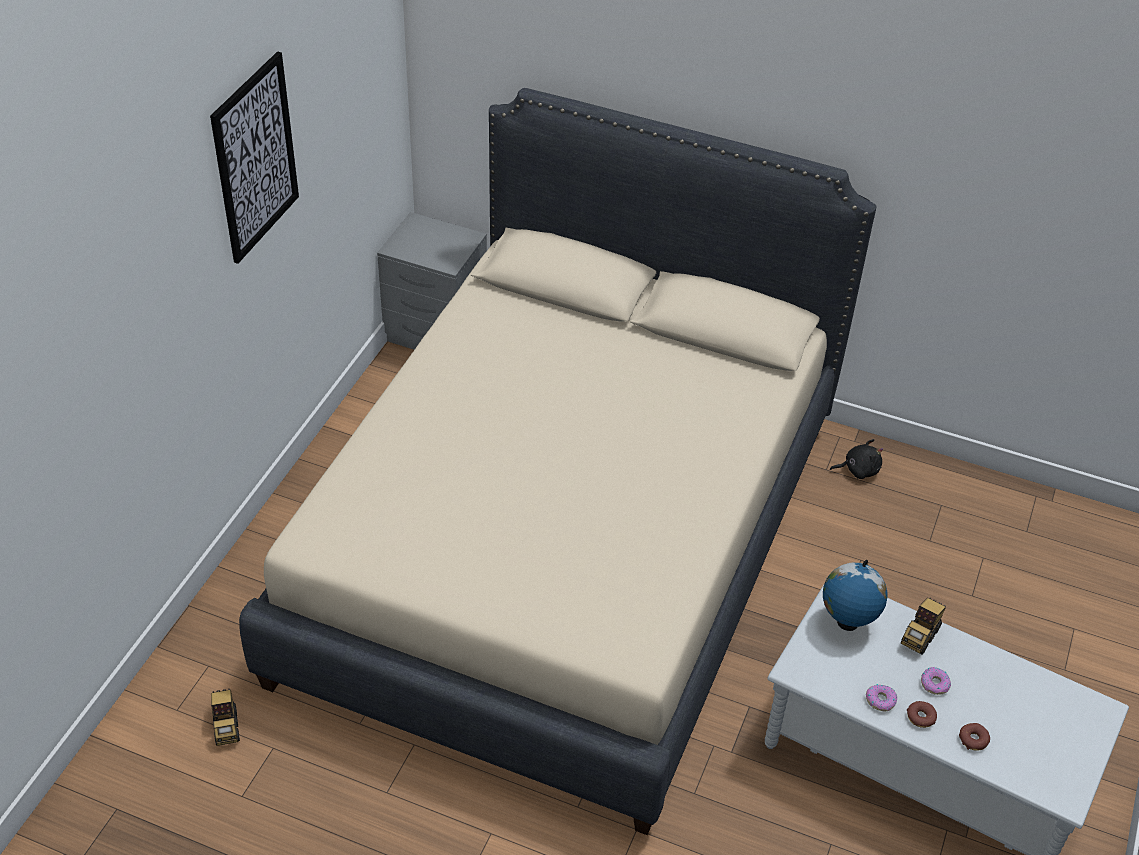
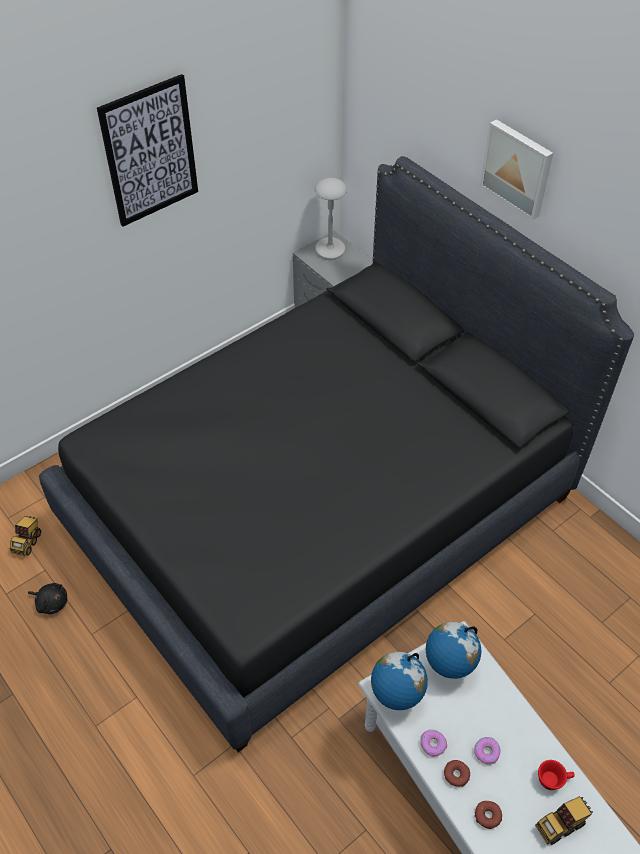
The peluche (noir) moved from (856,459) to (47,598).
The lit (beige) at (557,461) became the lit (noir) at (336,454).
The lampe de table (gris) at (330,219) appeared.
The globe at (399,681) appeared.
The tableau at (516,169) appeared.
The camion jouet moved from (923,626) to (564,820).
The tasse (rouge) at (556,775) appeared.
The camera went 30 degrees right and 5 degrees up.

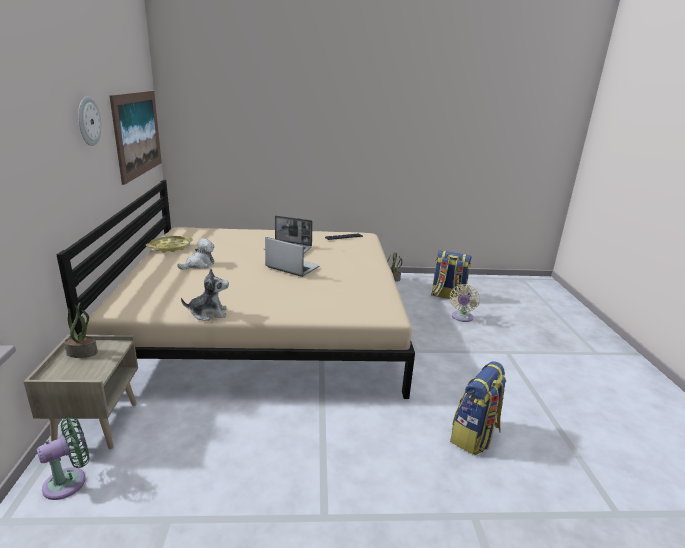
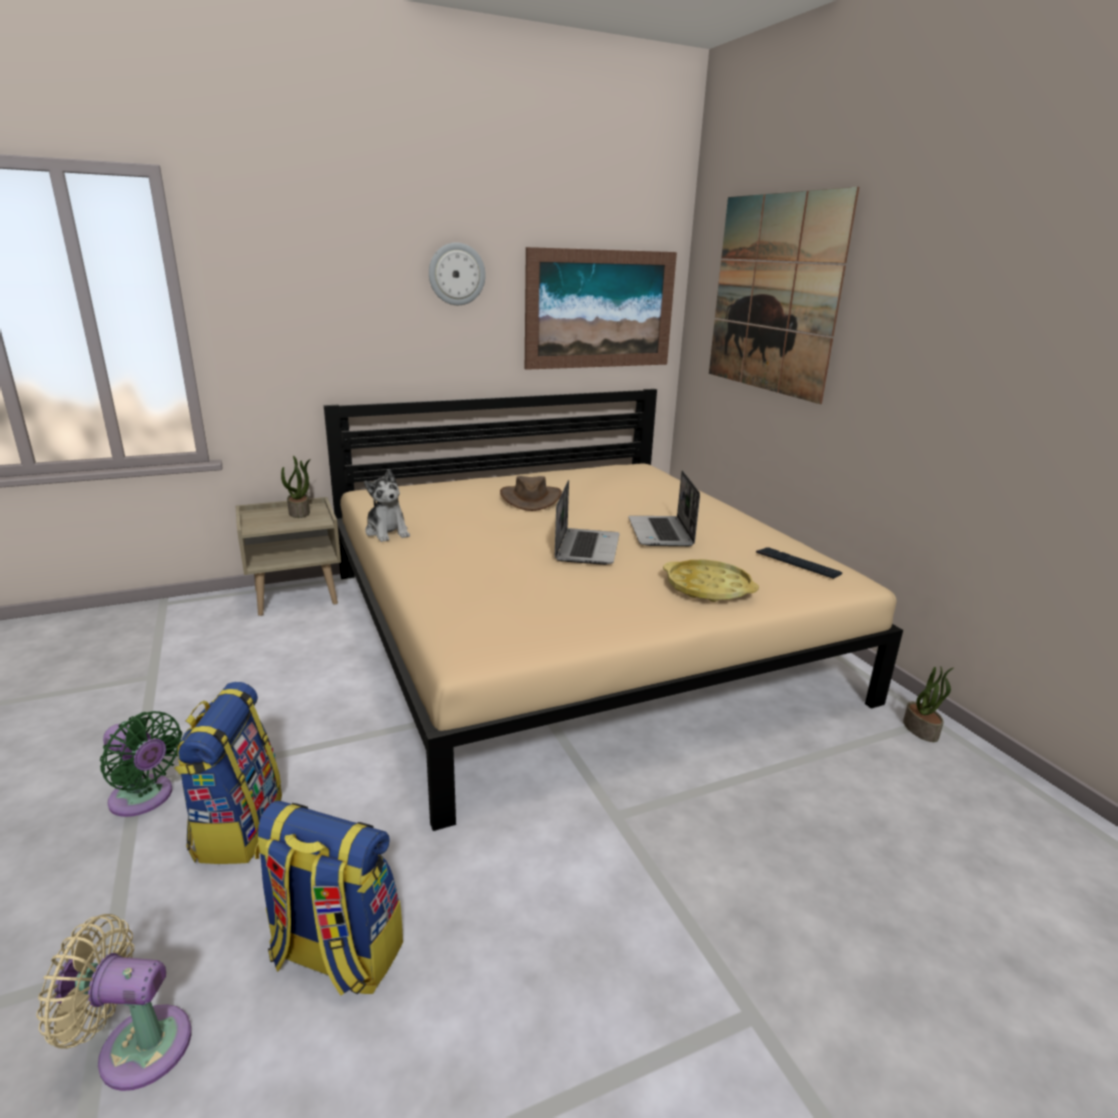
The ventilateur (beige) moved from (465,303) to (113,1002).
The ventilateur (vert) moved from (63,458) to (141,764).
The sac à dos moved from (451,274) to (228,773).
The peluche at (196,254) was replaced by the chapeau (marron) at (531,493).
The plateau (jaune) moved from (169,244) to (711,581).
The tableau at (784,295) appeared.
The camera went 70 degrees right and 0 degrees up.

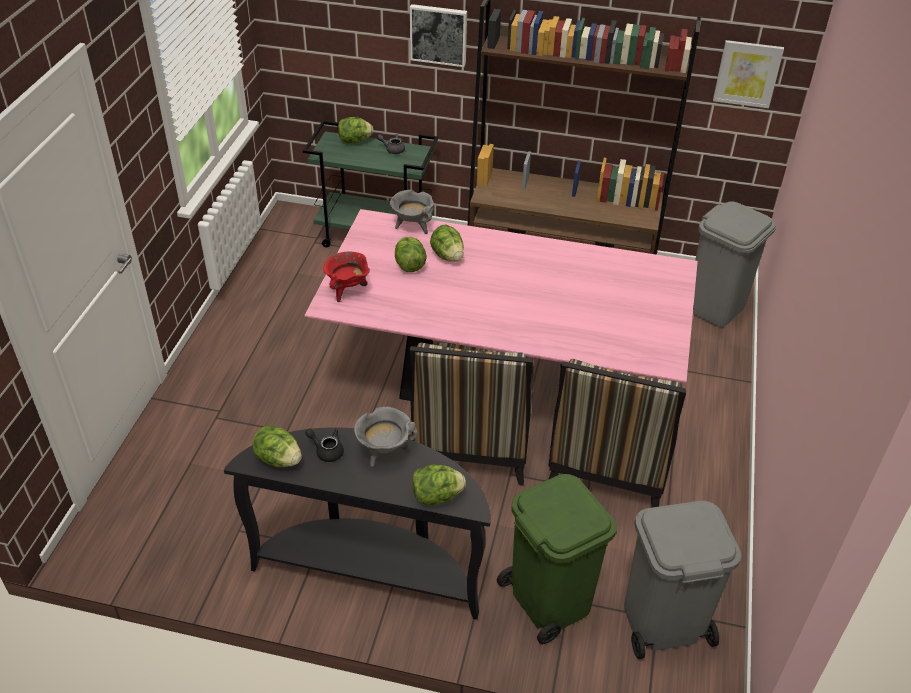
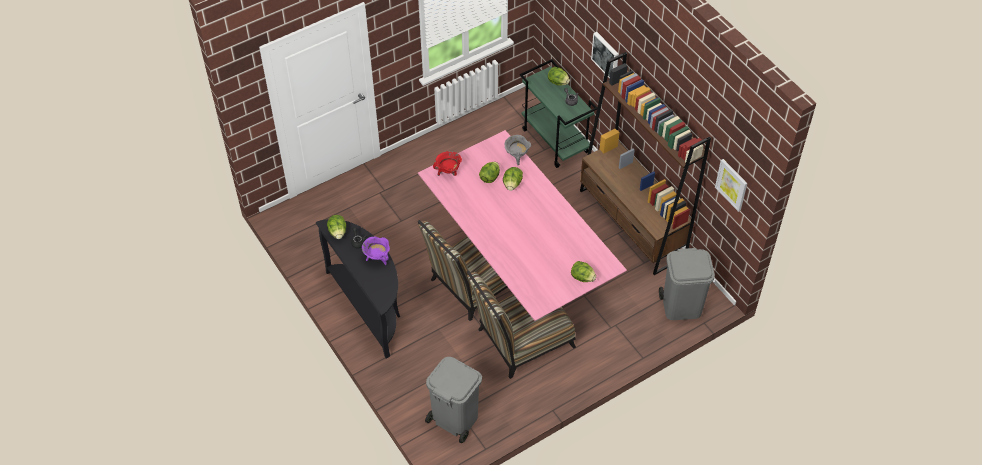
The marmite (gris) at (385,437) became the marmite (violet) at (376,251).
The laitue moved from (439,485) to (583,271).
The poubelle (vert) at (557,559) disappeared.
The camera went 45 degrees right and 10 degrees up.

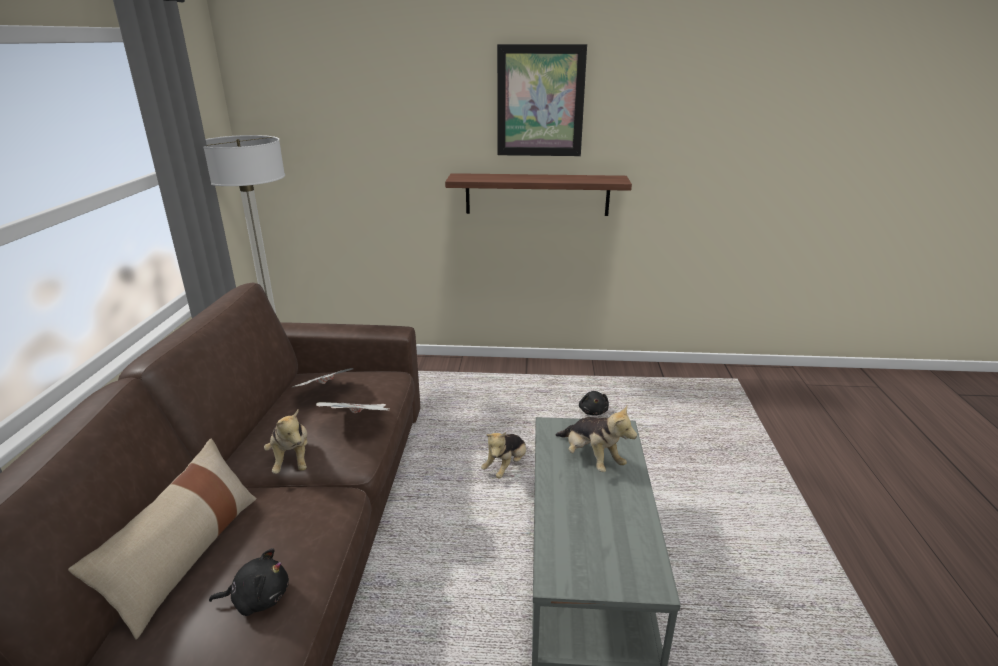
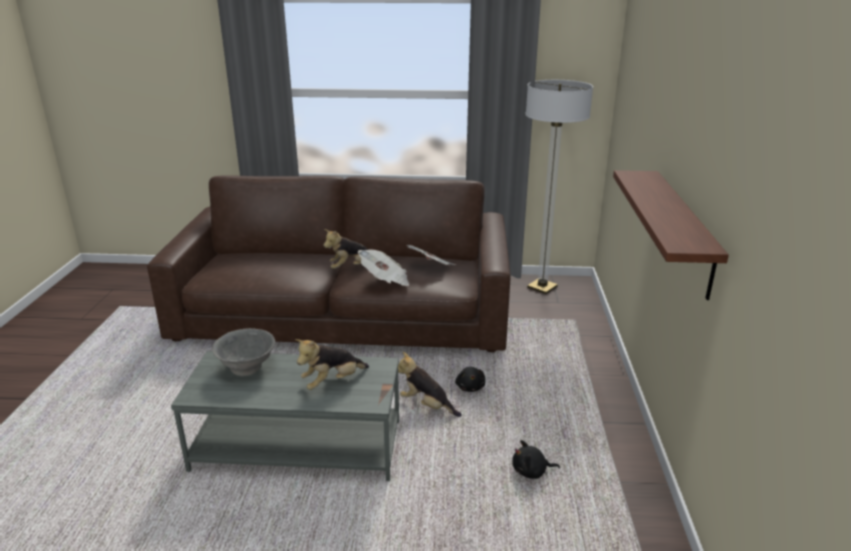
The bol (gris) at (243,352) appeared.
The peluche (noir) moved from (249,582) to (470,379).
The coussin (beige) at (162,539) disappeared.
The tableau at (542,100) disappeared.
The camera went 90 degrees right and 0 degrees up.

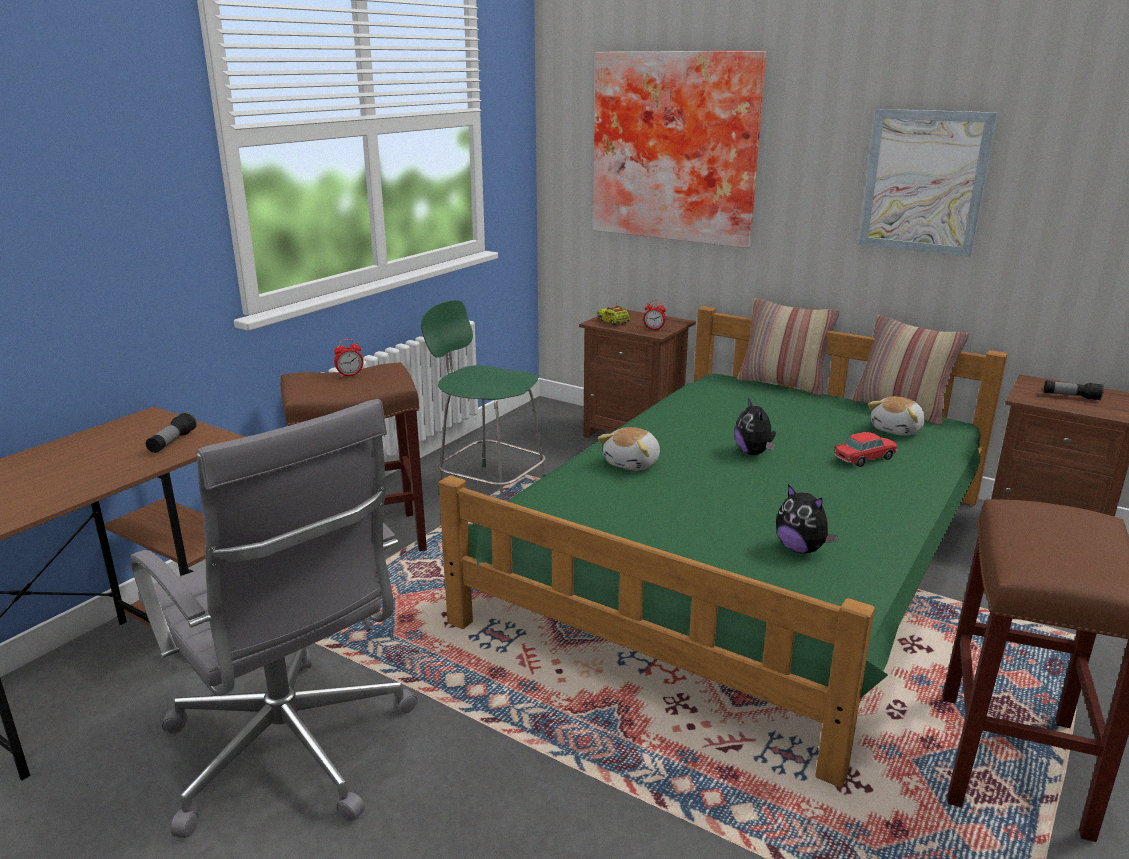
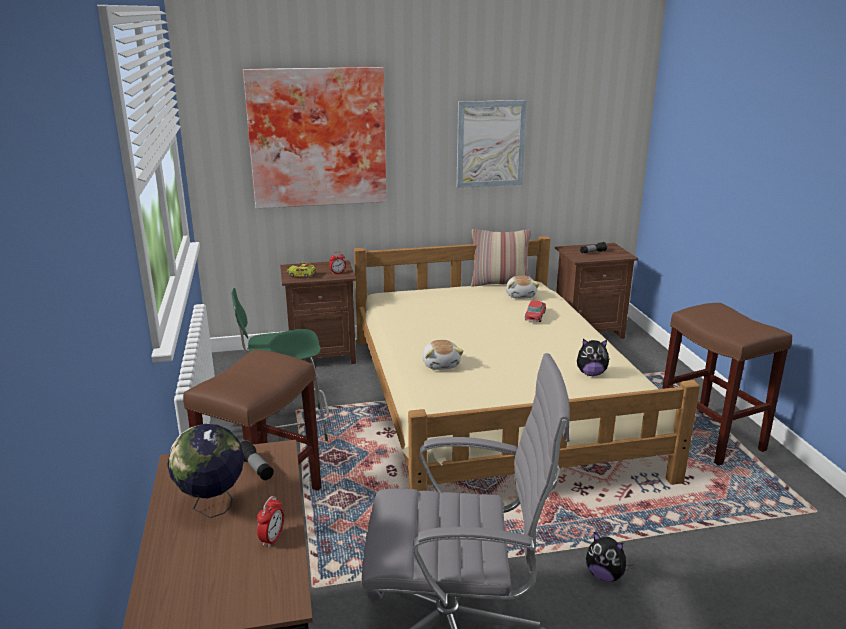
The globe at (205,471) appeared.
The réveil moved from (348,358) to (270,522).
The lit (vert) at (723,546) became the lit (beige) at (527,363).
The peluche moved from (755,426) to (609,557).
The coussin at (788,347) disappeared.
The camera went 45 degrees left and 0 degrees up.

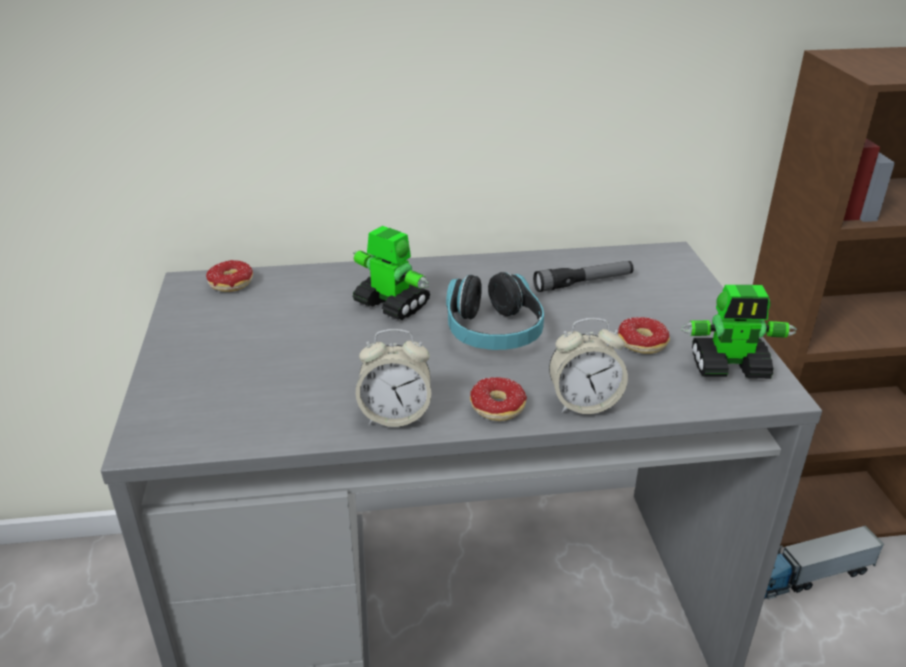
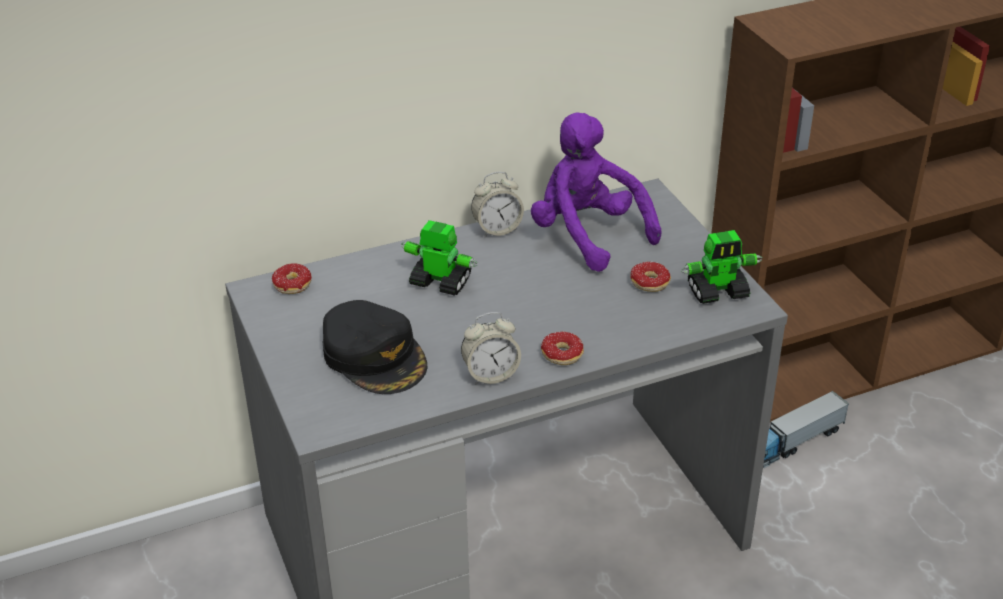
The casquette (noir) at (375,347) appeared.
The réveil moved from (588,366) to (497,205).
The lampe de poche at (583,276) was replaced by the peluche (violet) at (596,192).
The casque audio at (495,311) disappeared.
The camera went 15 degrees left and 5 degrees up.

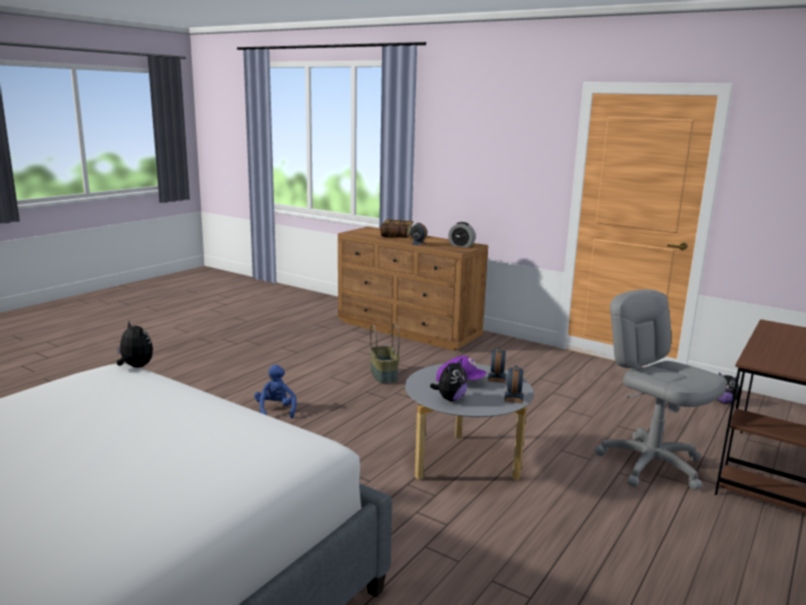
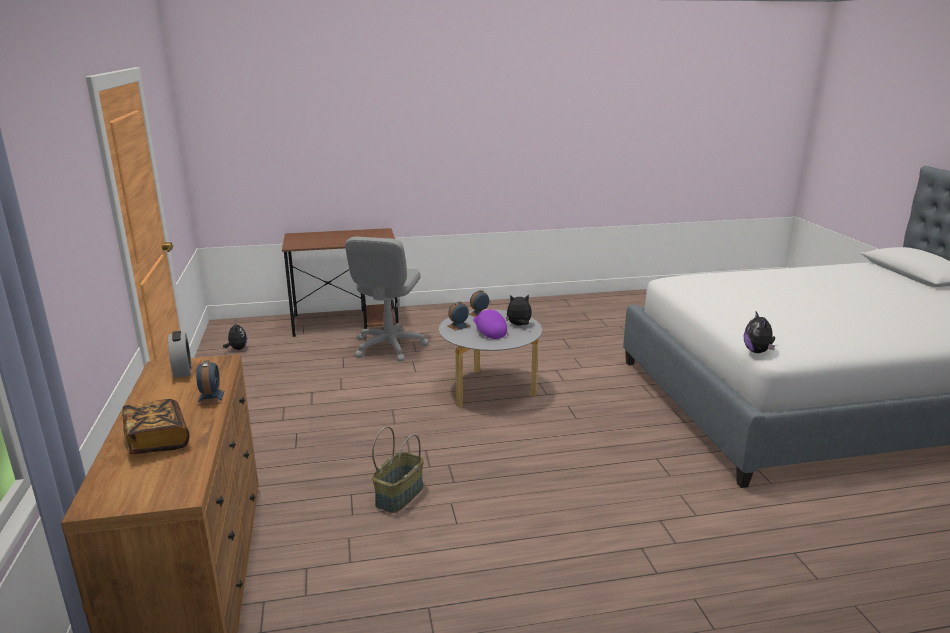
The peluche (bleu) at (275,391) disappeared.
The camera went 135 degrees left and 5 degrees up.

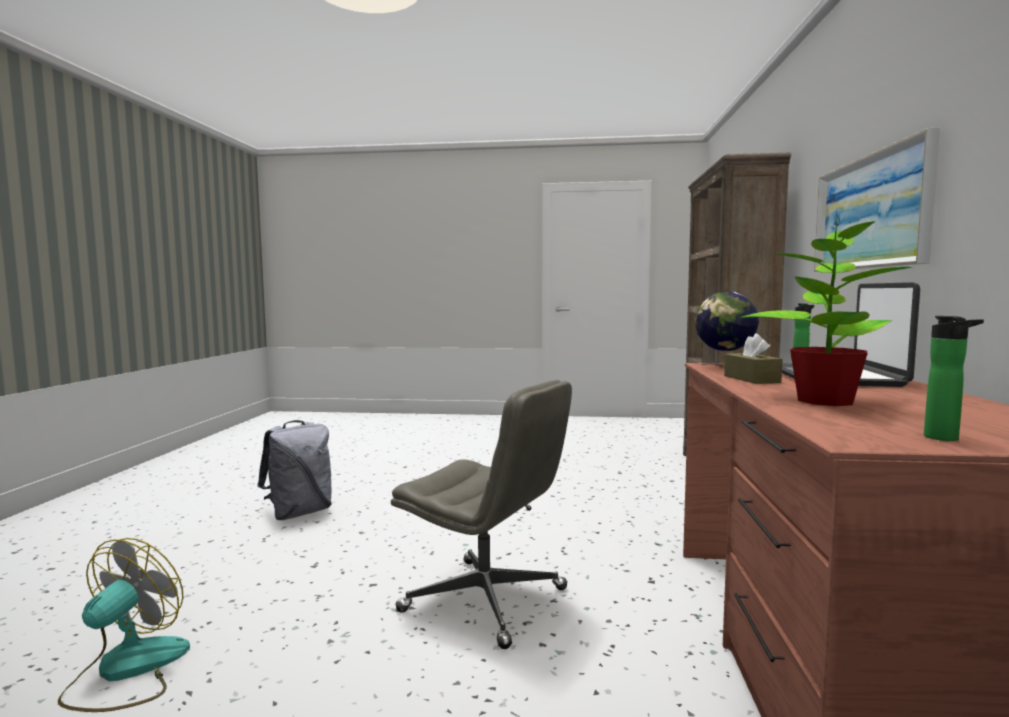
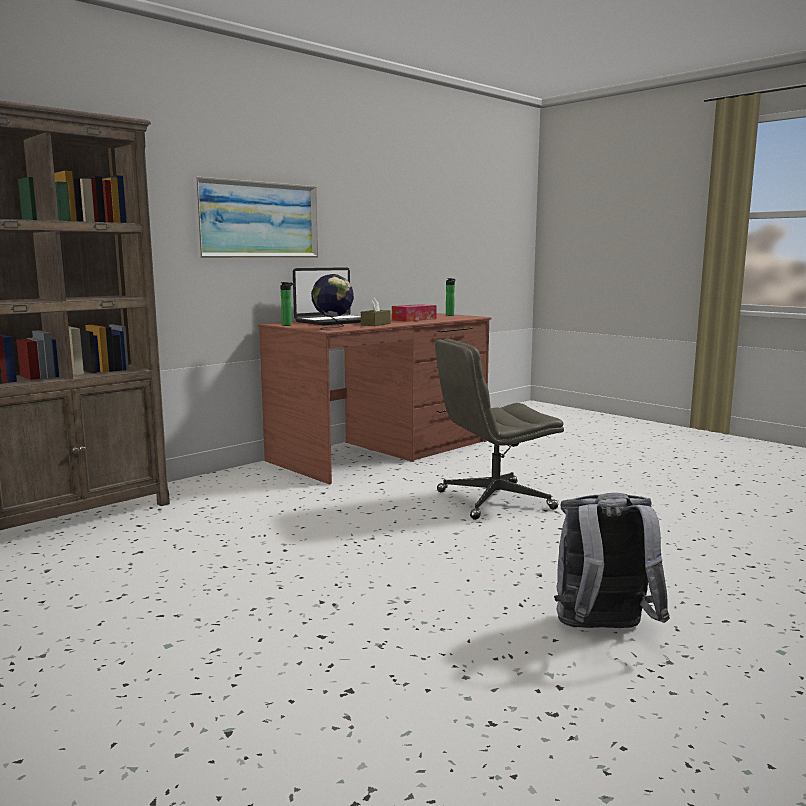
The plante en pot at (825,311) was replaced by the boîte à mouchoirs at (414,313).
The chaise de bureau (gris) at (481,514) turned 90 degrees counterclockwise.
The ventilateur at (124,625) disappeared.
The camera went 140 degrees left and 5 degrees up.

